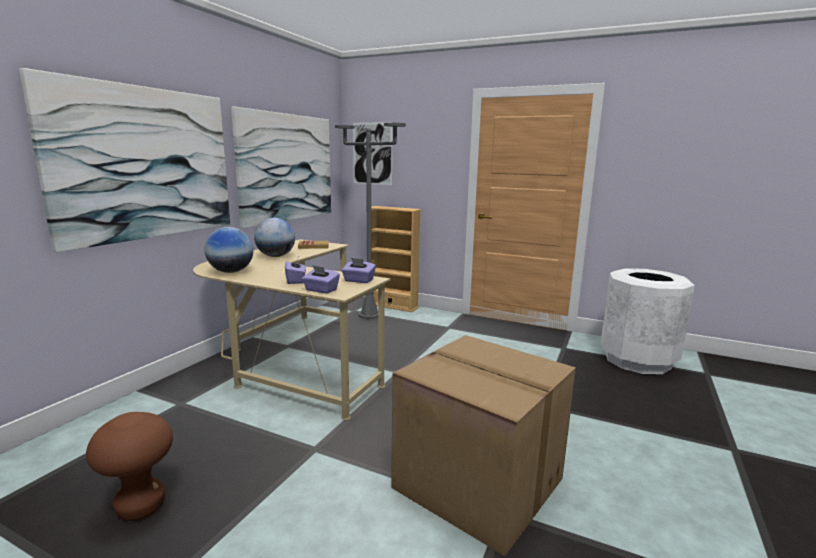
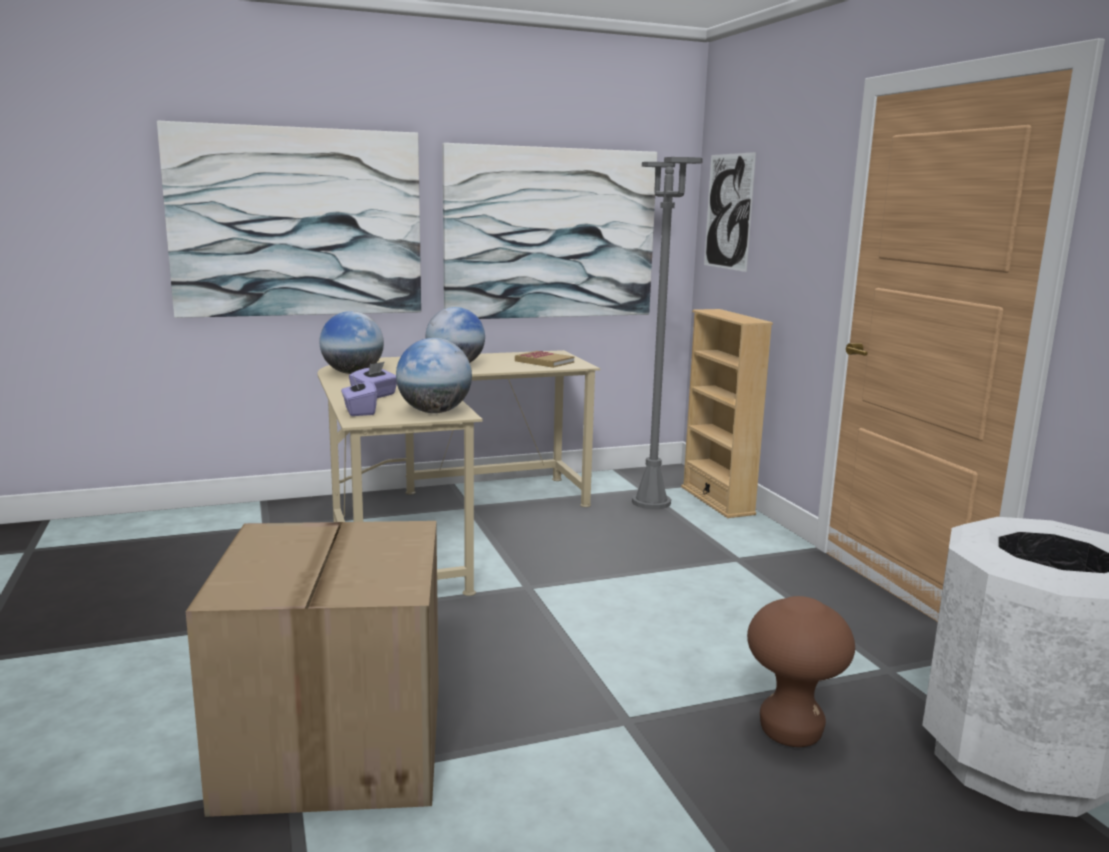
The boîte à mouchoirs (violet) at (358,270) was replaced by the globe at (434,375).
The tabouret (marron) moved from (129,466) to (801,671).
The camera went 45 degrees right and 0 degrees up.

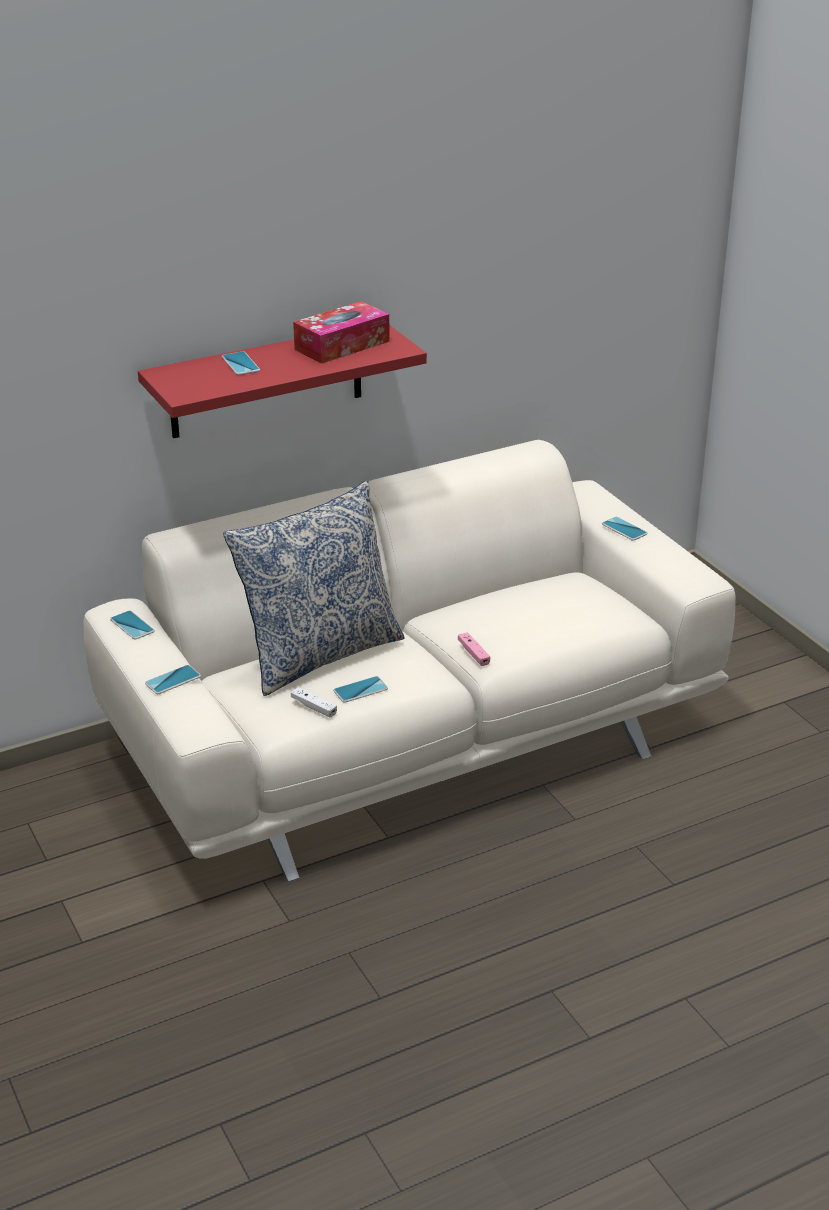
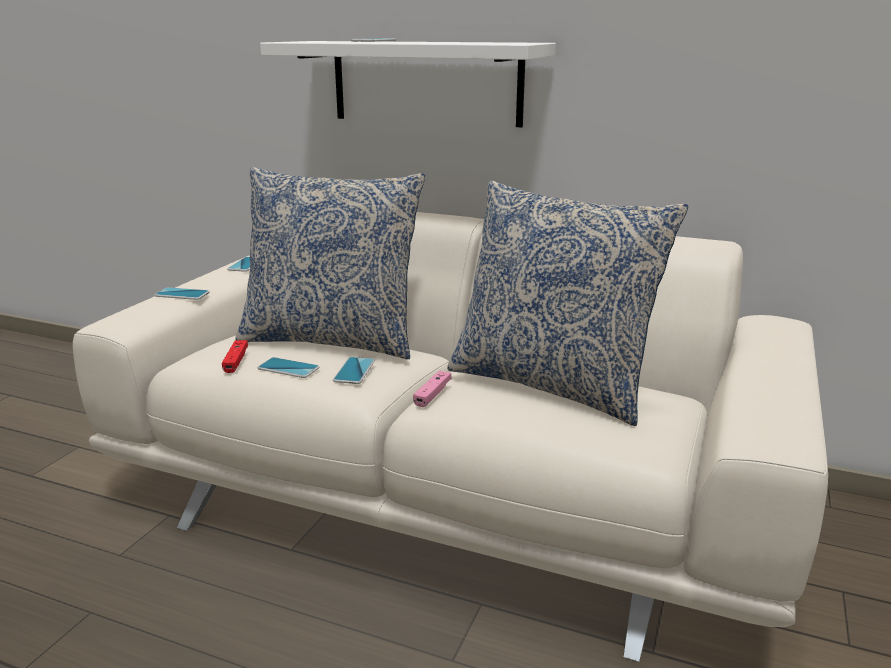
The manette (blanc) at (314,702) became the manette (rouge) at (235,356).
The étagère (rouge) at (282,381) became the étagère (blanc) at (408,84).
The téléphone moved from (625,529) to (354,370).
The coussin at (567,303) appeared.
The boîte à mouchoirs at (341,332) disappeared.
The camera went 50 degrees right and 10 degrees down.

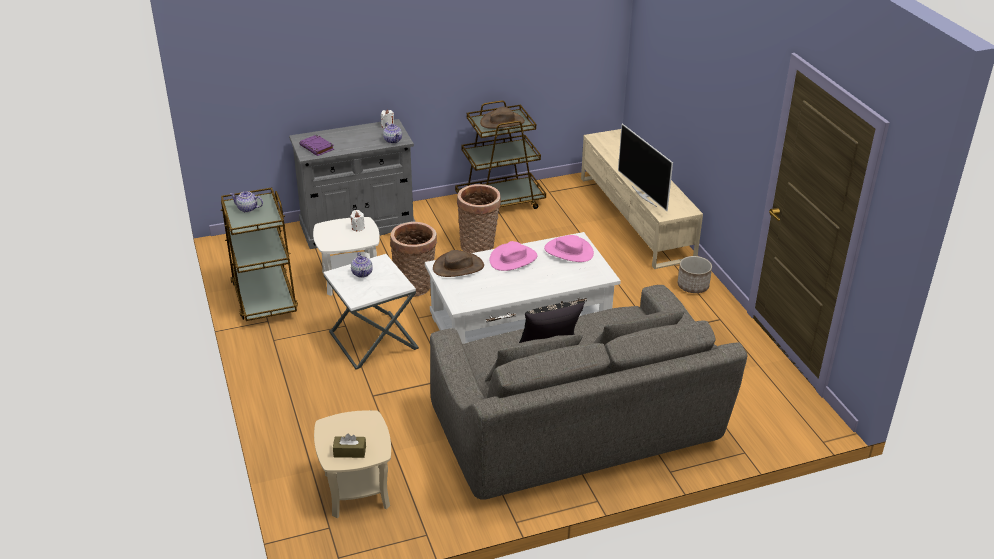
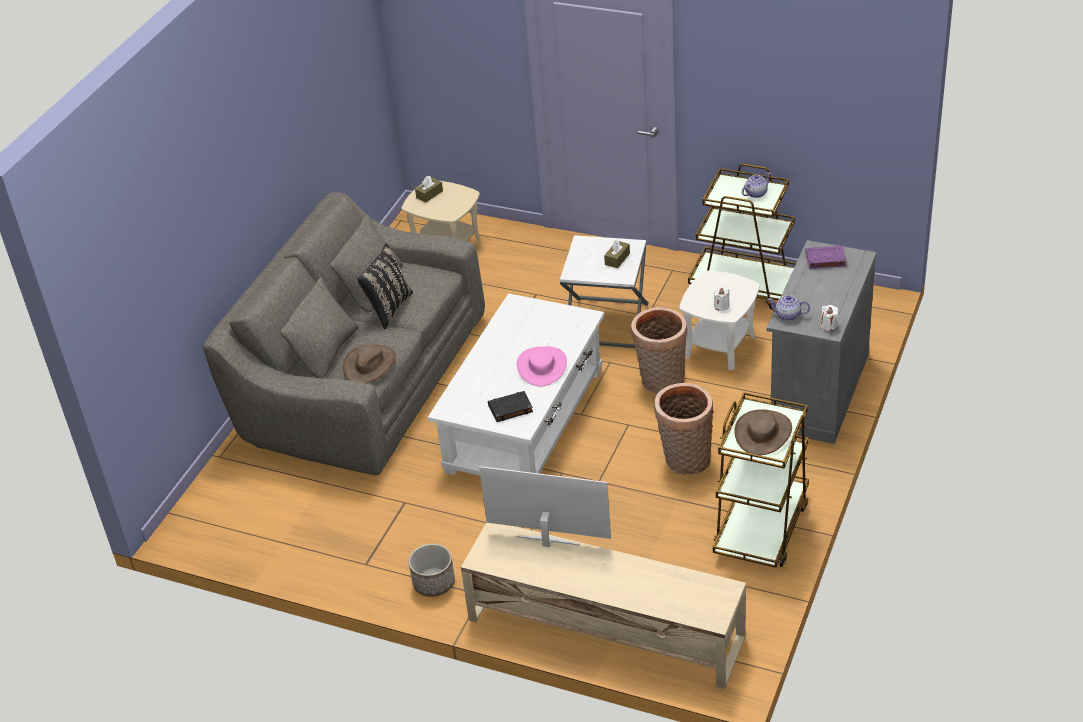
The chapeau (marron) moved from (458,263) to (369,364).
The chapeau (rose) at (569,248) was replaced by the livre (noir) at (510,406).
The théière at (362,265) was replaced by the boîte à mouchoirs (marron) at (617,253).
The camera went 135 degrees right and 5 degrees up.

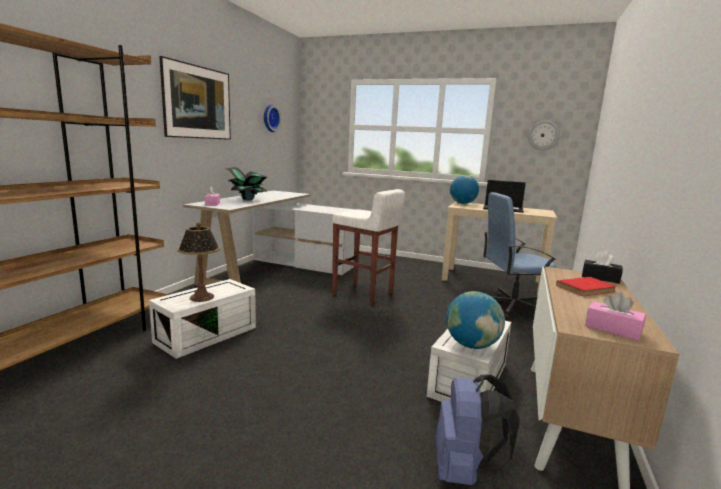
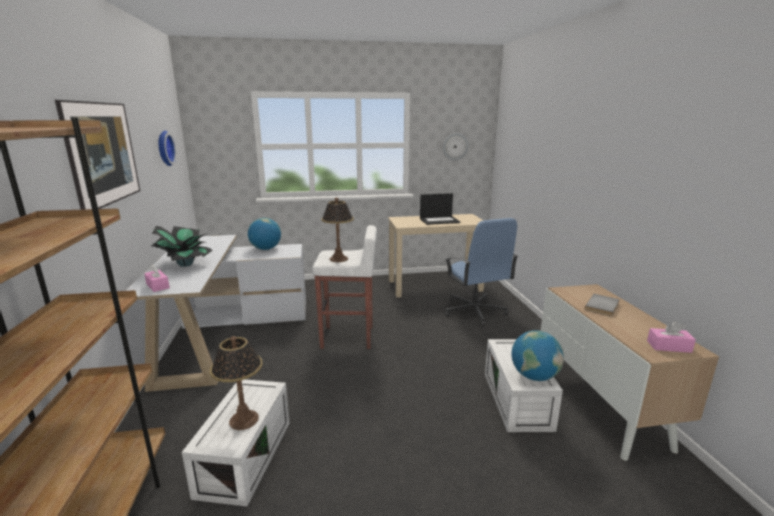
The globe moved from (464,189) to (264,234).
The lampe de table at (337,230) appeared.
The chaise de bureau (bleu) at (519,256) turned 75 degrees counterclockwise.
The livre (rouge) at (586,286) became the livre (gris) at (602,305).
The sac à dos (bleu) at (477,429) disappeared.
The boîte à mouchoirs (noir) at (602,267) disappeared.
The camera went 30 degrees left and 5 degrees up.

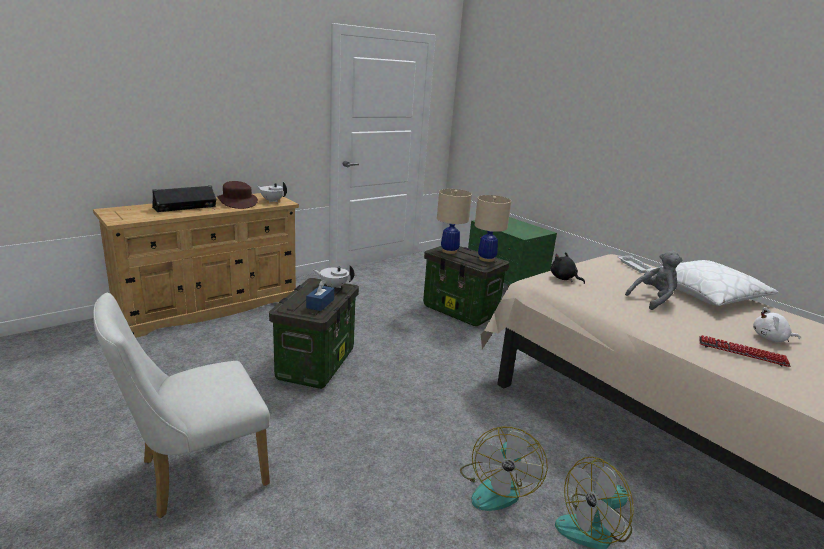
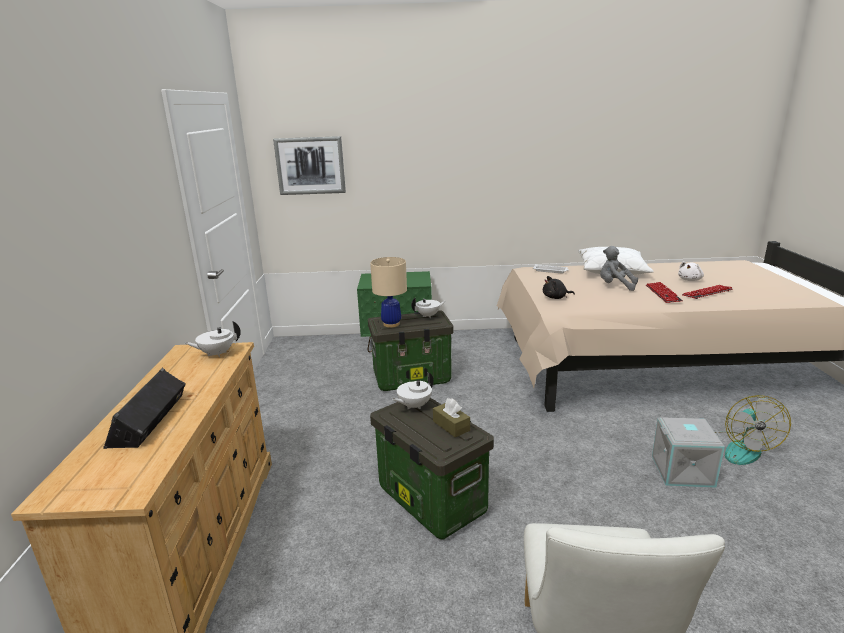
The tableau at (309,165) appeared.
The lampe de table (beige) at (493,228) was replaced by the théière (blanc) at (428,308).
The boîte à mouchoirs (bleu) at (320,295) became the boîte à mouchoirs (marron) at (451,417).
The peluche (gris) at (653,280) turned 75 degrees counterclockwise.
The clavier at (664,292) appeared.
The ventilateur at (504,469) was replaced by the boîte de rangement (gris) at (688,452).
The chapeau (marron) at (237,195) disappeared.
The camera went 50 degrees left and 0 degrees up.

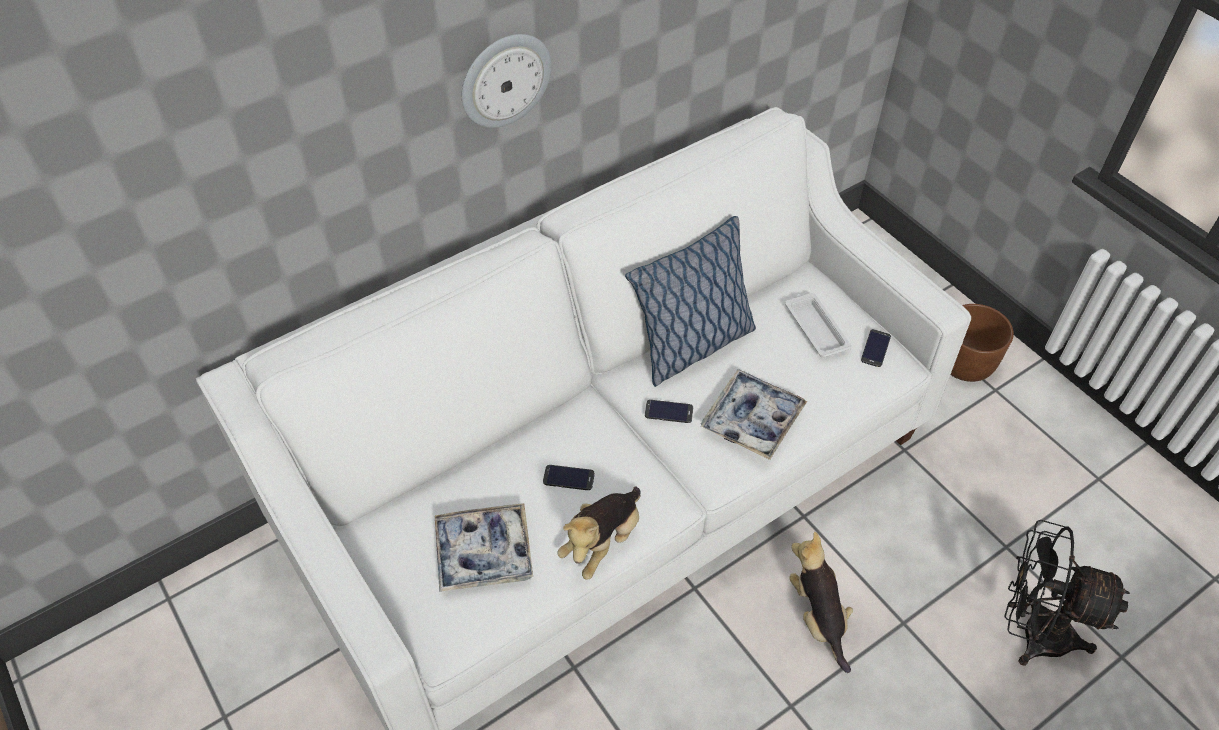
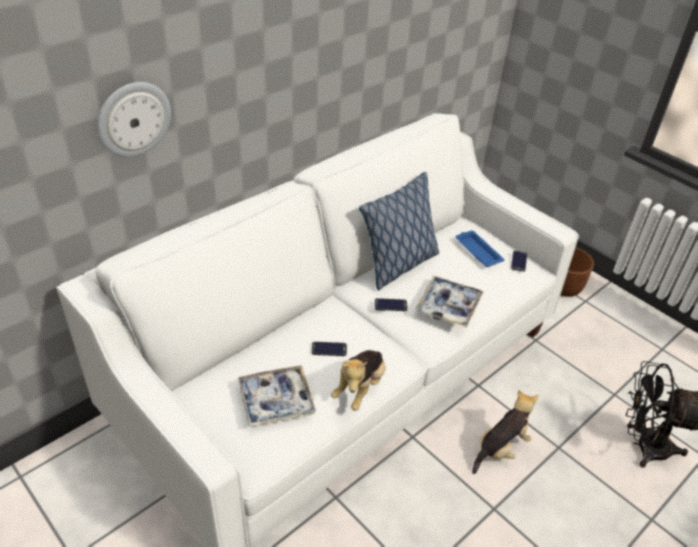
The horloge murale moved from (507,81) to (134,119).
The plateau (blanc) at (818,325) became the plateau (bleu) at (480,248).
The peluche at (821,602) turned 75 degrees clockwise.
The camera went 10 degrees left and 10 degrees down.

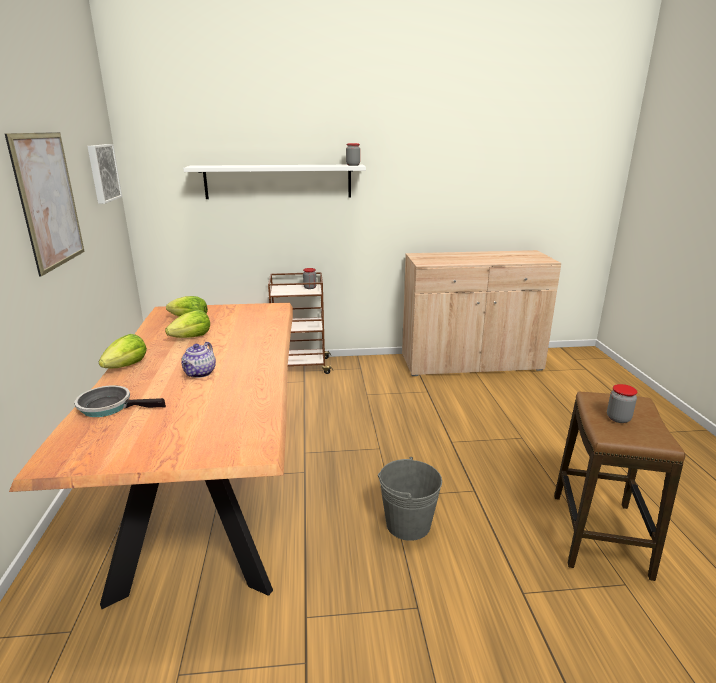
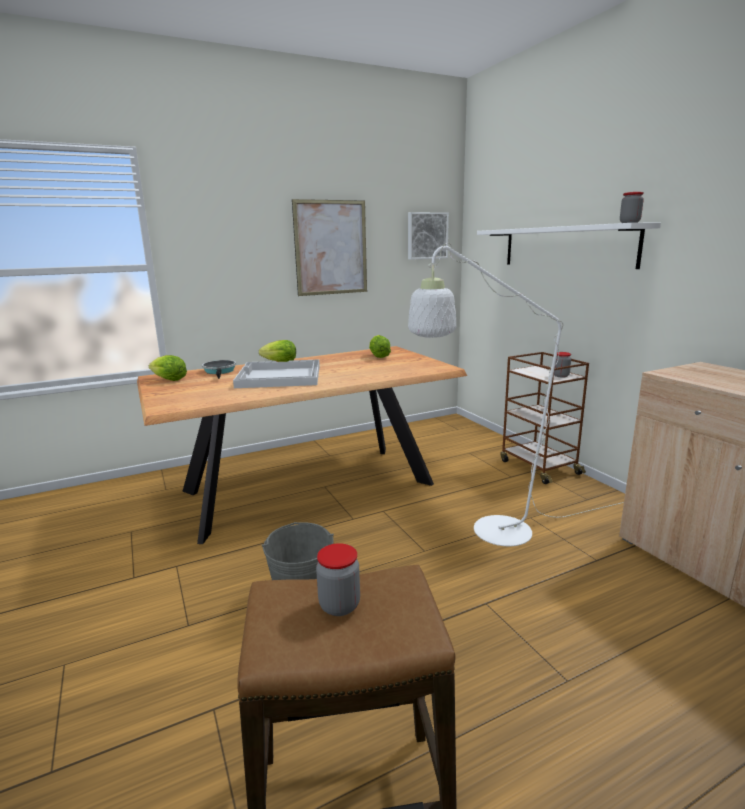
The laitue moved from (187,324) to (168,368).
The théière at (198,360) was replaced by the plateau (blanc) at (276,373).
The lampadaire (blanc) at (516,394) appeared.
The camera went 70 degrees right and 5 degrees down.

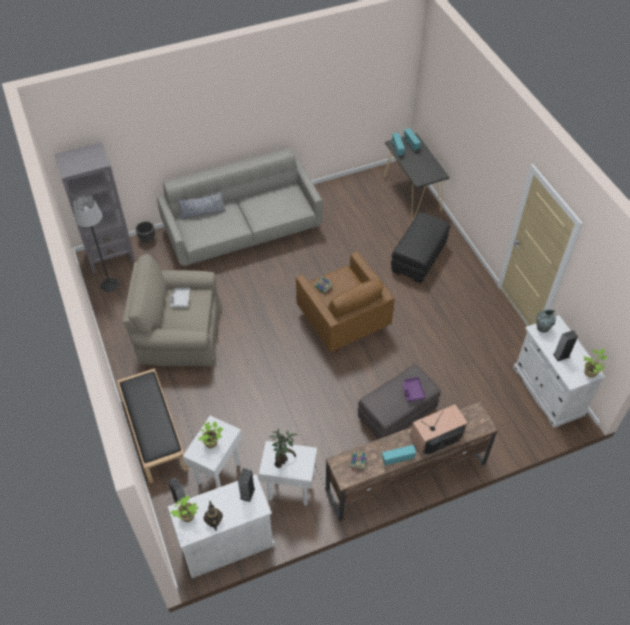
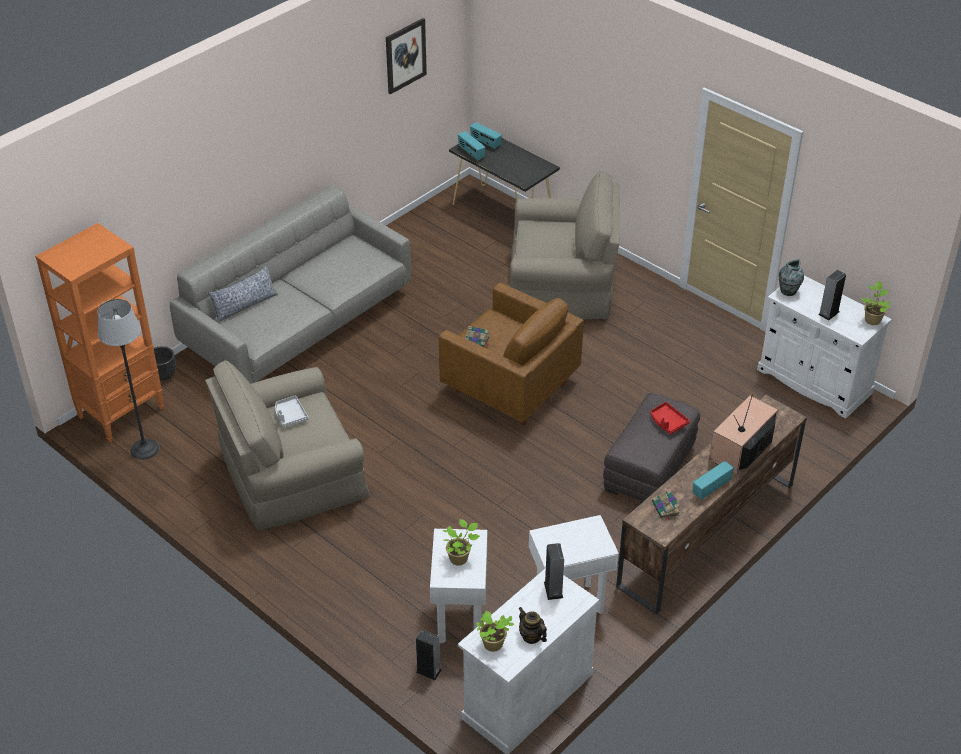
The bibliothèque (gris) at (94,207) became the bibliothèque (orange) at (99,332).
The tableau at (406,56) appeared.
The pouf (noir) at (420,248) was replaced by the fauteuil (beige) at (564,244).
The plateau (violet) at (414,389) became the plateau (rouge) at (670,418).
The banc (noir) at (153,426) disappeared.
The plante en pot at (283,448) disappeared.
The camera went 25 degrees left and 10 degrees down.

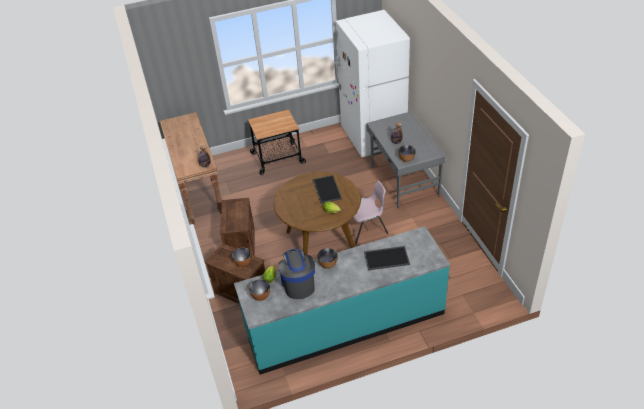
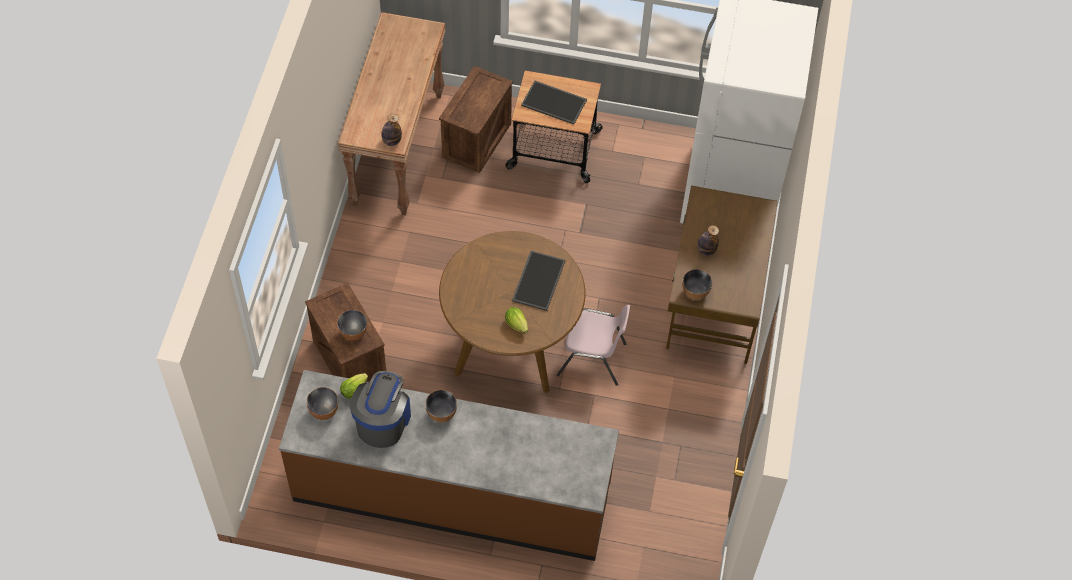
The comptoir de cuisine (turquoise) at (342,300) became the comptoir de cuisine (marron) at (449,465).
The caisse moved from (237,227) to (476,119).
The plateau moved from (387,258) to (554,103).
The bureau (gris) at (405,160) became the bureau (marron) at (721,275).
The camera went 25 degrees right and 15 degrees up.

